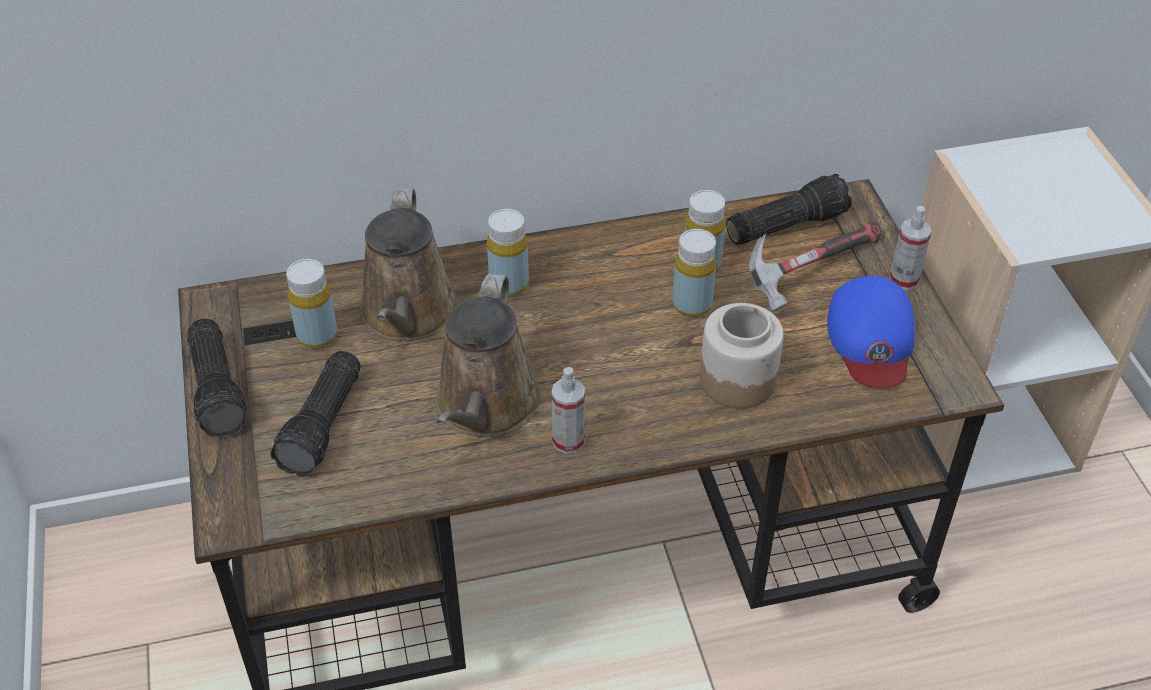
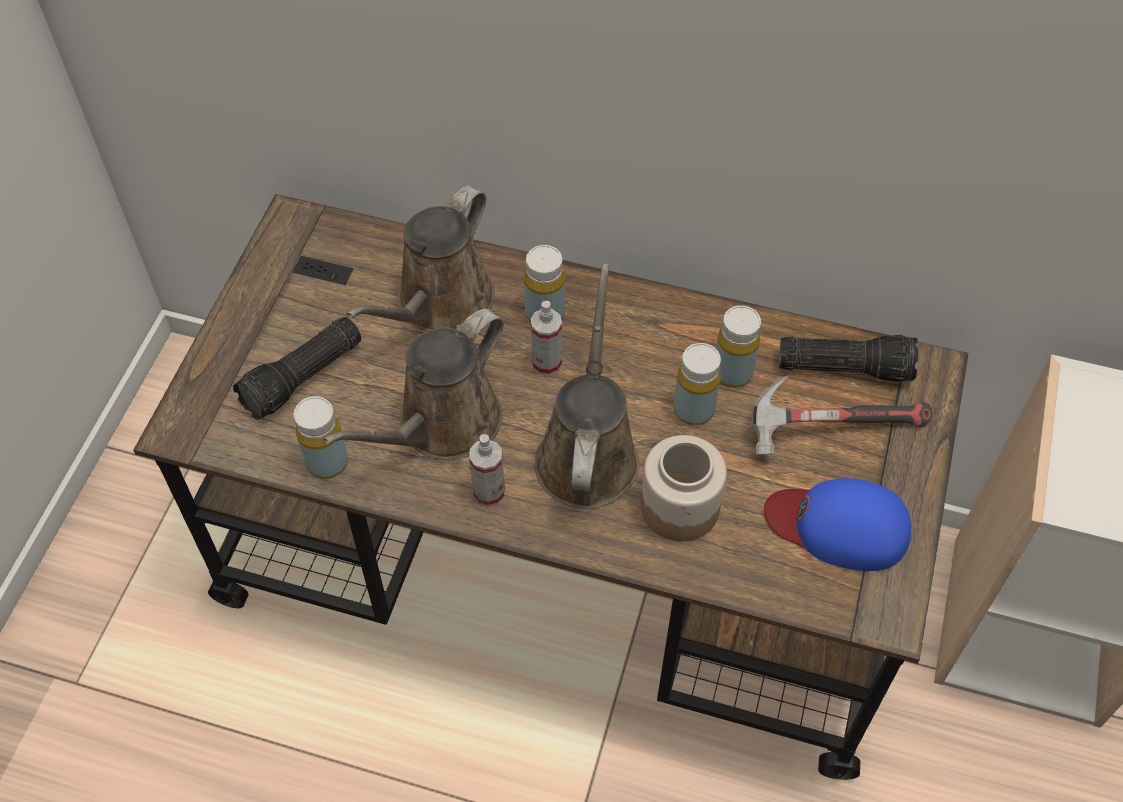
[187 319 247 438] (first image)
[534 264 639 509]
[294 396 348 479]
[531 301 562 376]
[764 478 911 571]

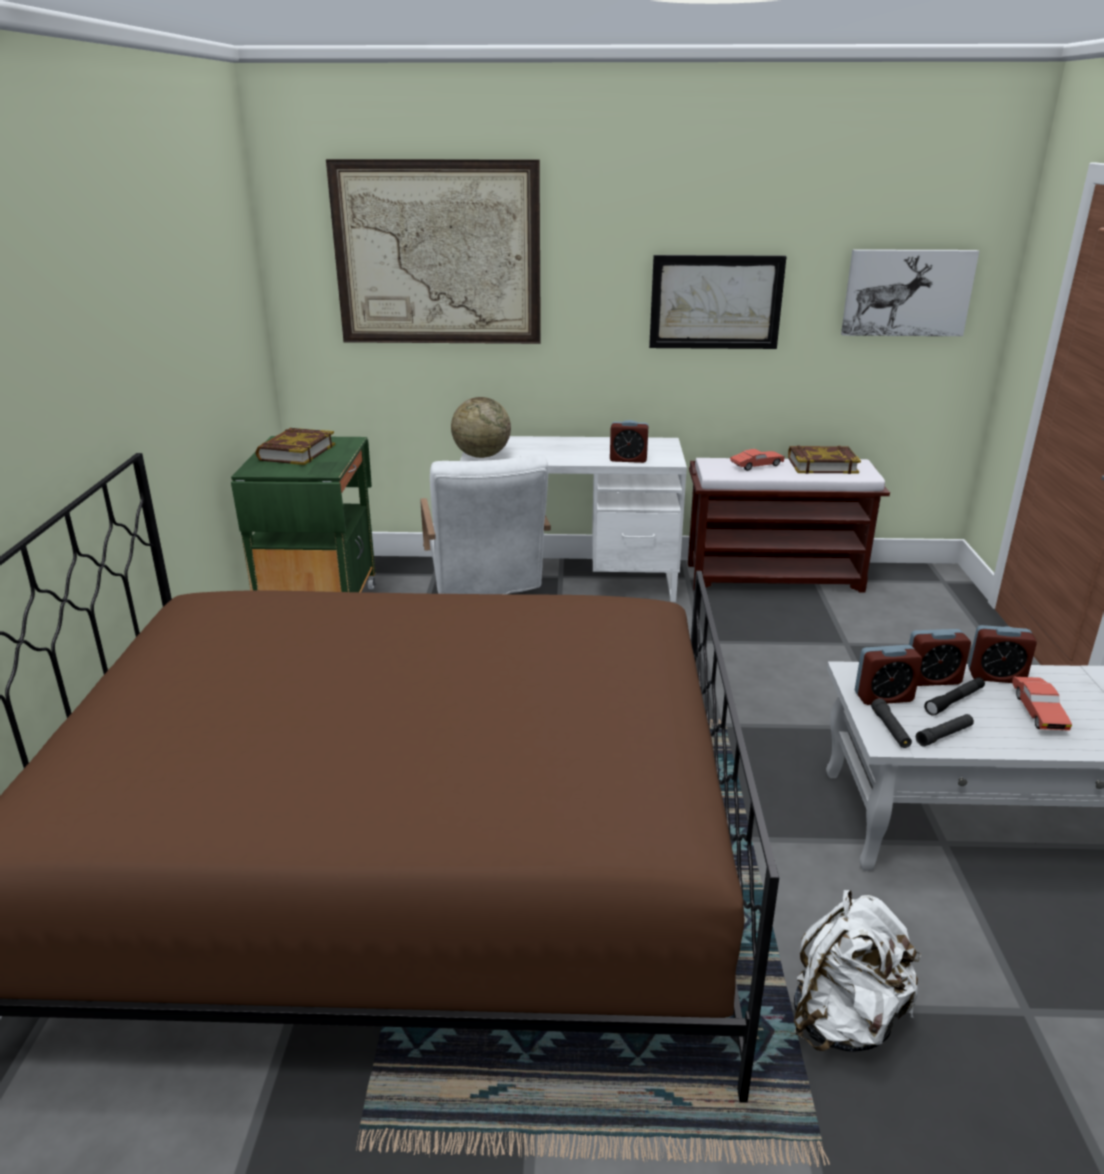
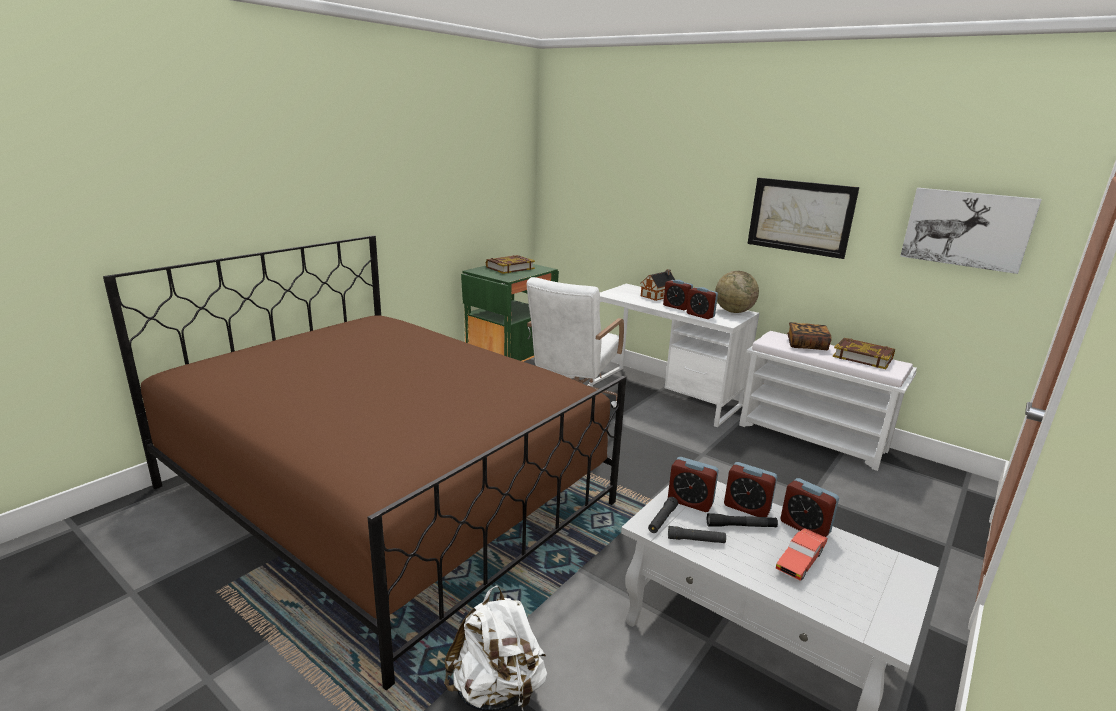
[326 159 541 344] (first image)
[640 269 675 301]
[663 280 693 310]
[715 271 759 313]
[787 322 831 350]
[739 331 917 471]

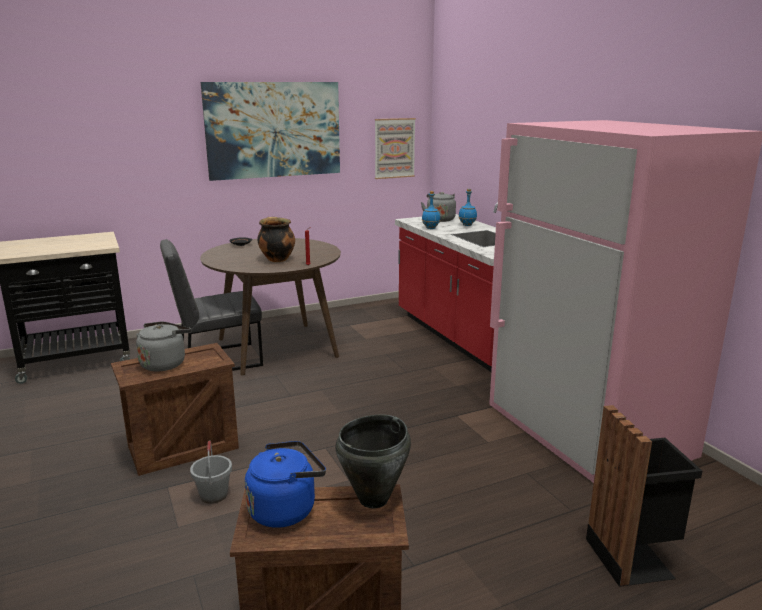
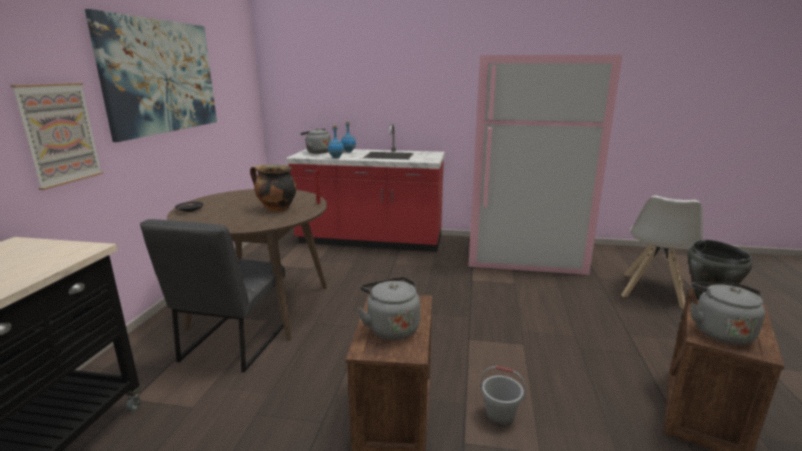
[10 83 103 190]
[621 196 703 309]
[691 282 765 345]

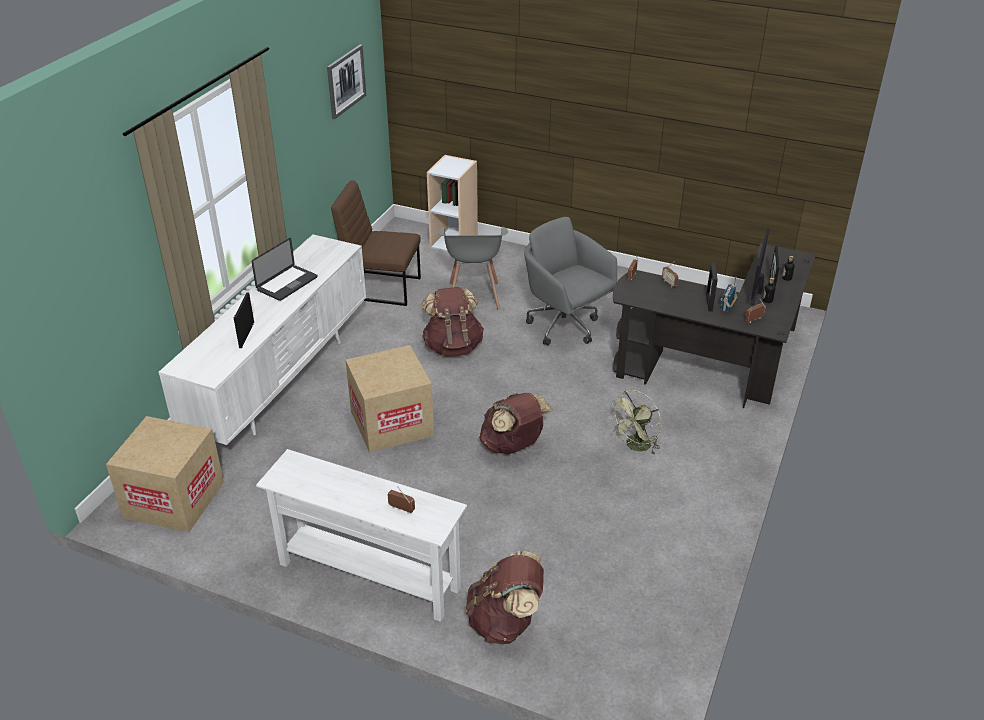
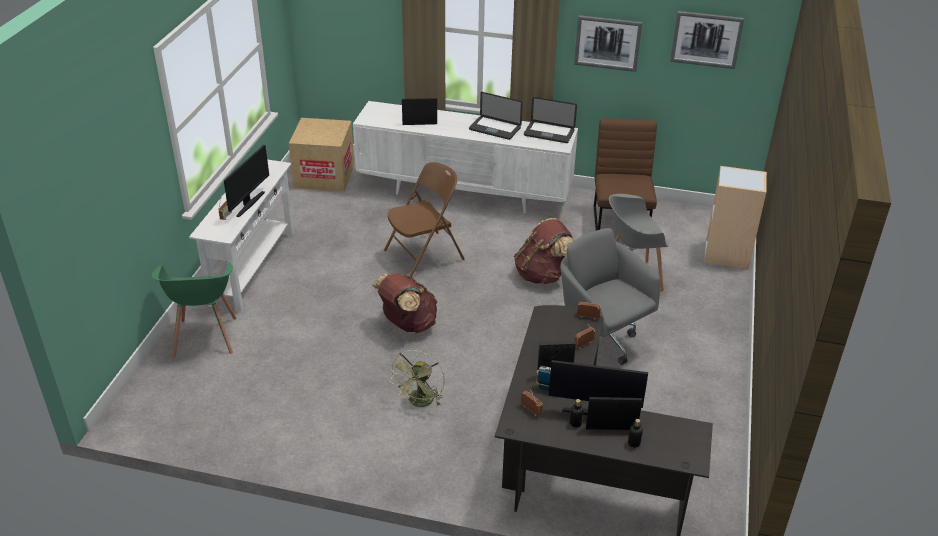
[224 145 269 217]
[524 97 577 143]
[574 15 642 72]
[384 162 465 278]
[152 263 237 357]
[560 228 661 365]
[389 350 445 407]

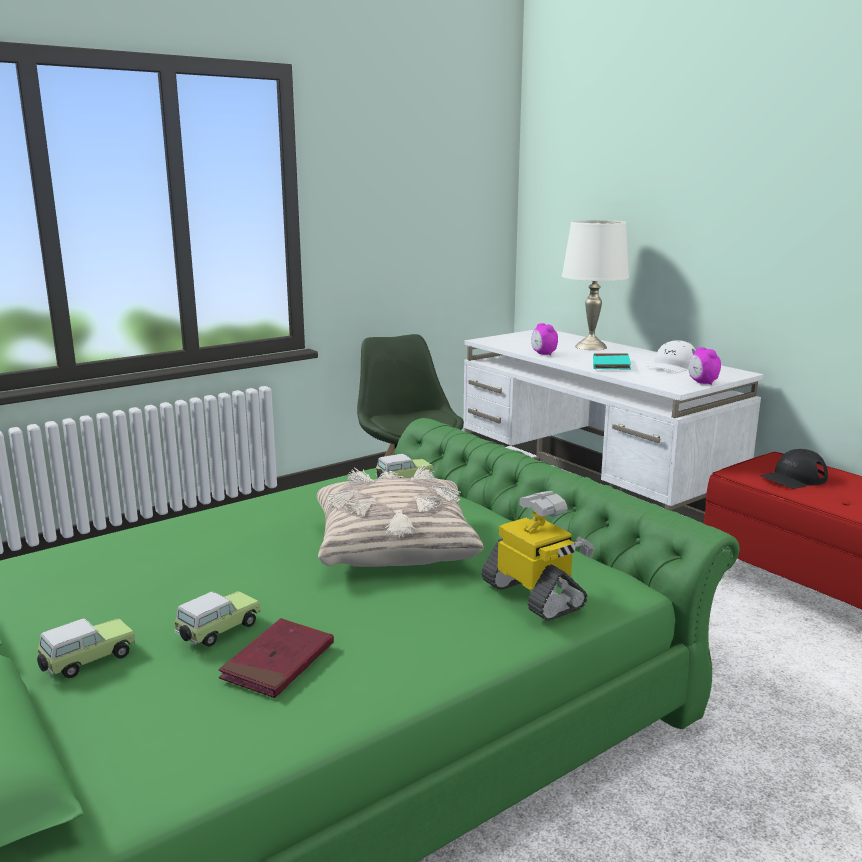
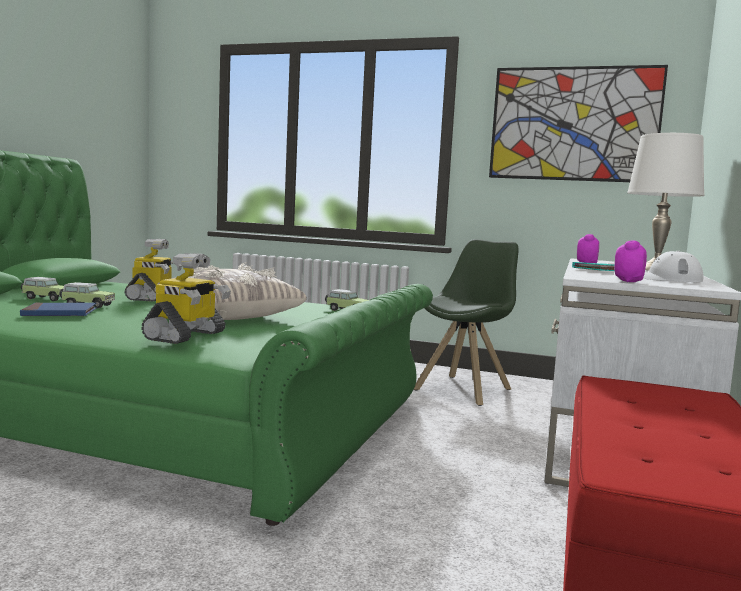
[760 449 828 489] (first image)
[124 239 182 302]
[489 65 668 182]
[20 302 96 316]

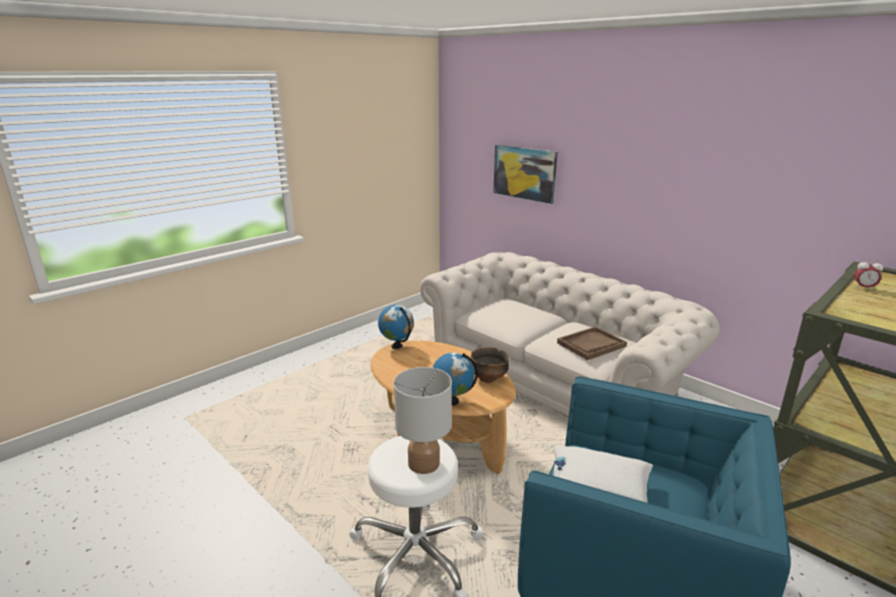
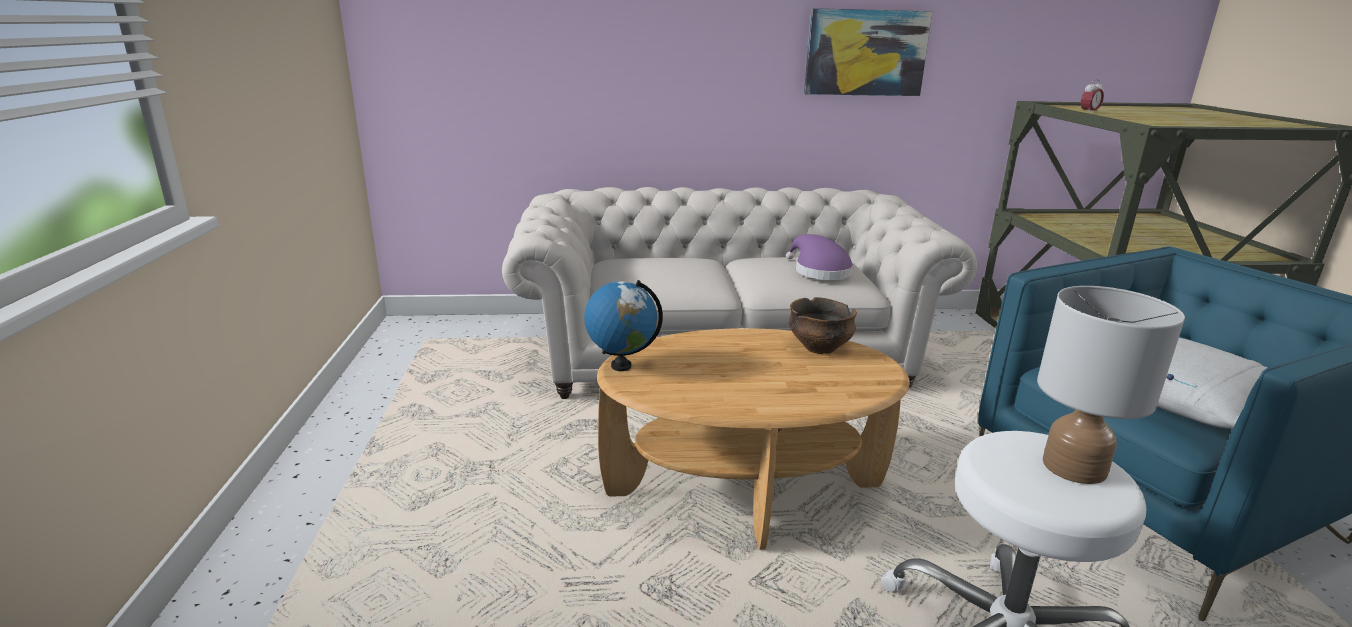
[433 353 478 405] (first image)
[804 8 932 96]
[786 234 854 280]

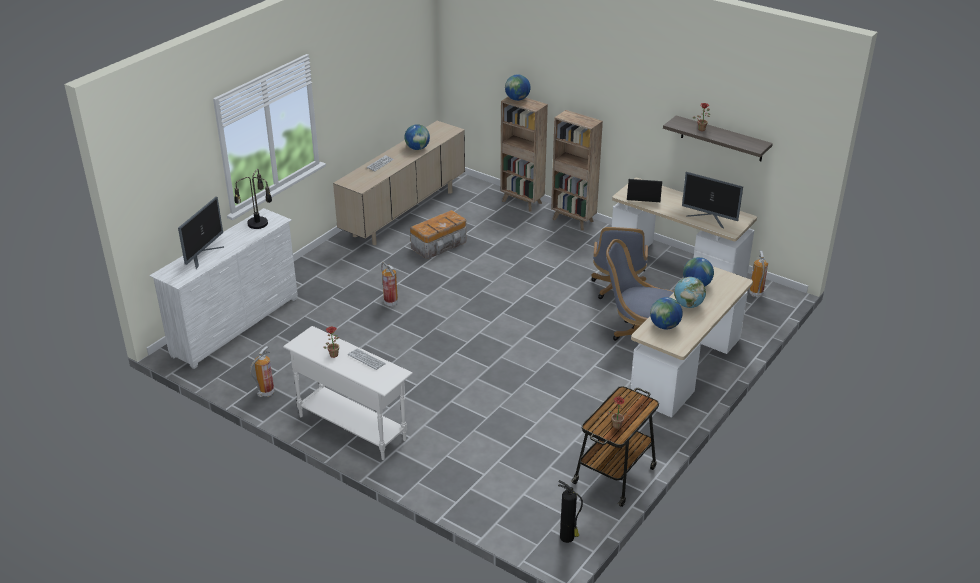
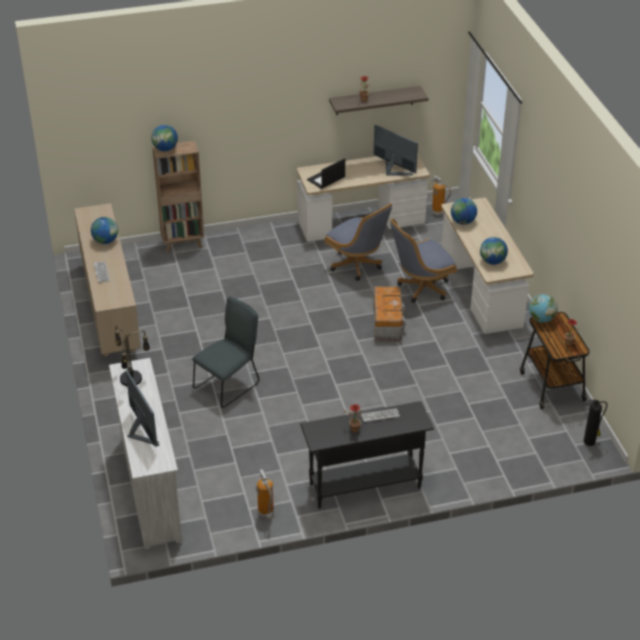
[551 110 603 230] (first image)
[373 287 406 342]
[529 294 558 323]
[192 297 259 408]
[300 401 434 509]
[373 125 418 175]

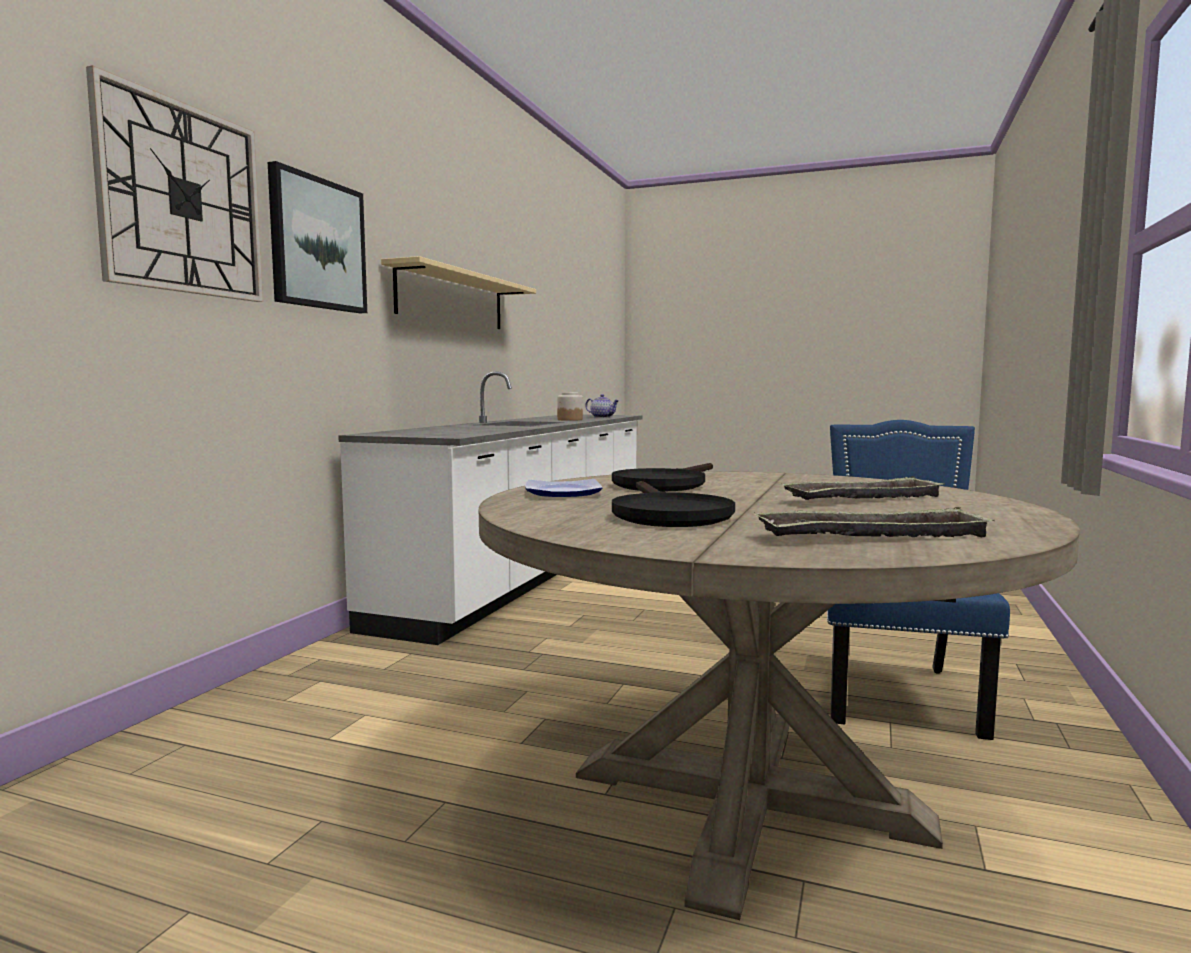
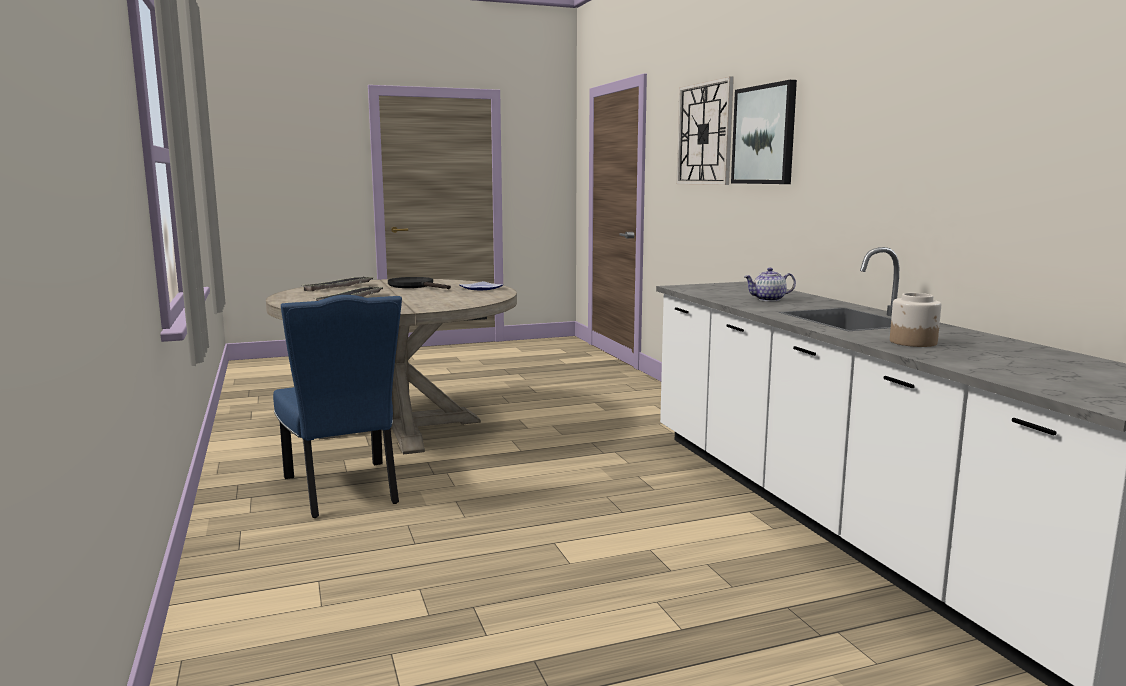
[381 256 536 329] (first image)
[612 463 713 492] (first image)
[744 268 796 301]

